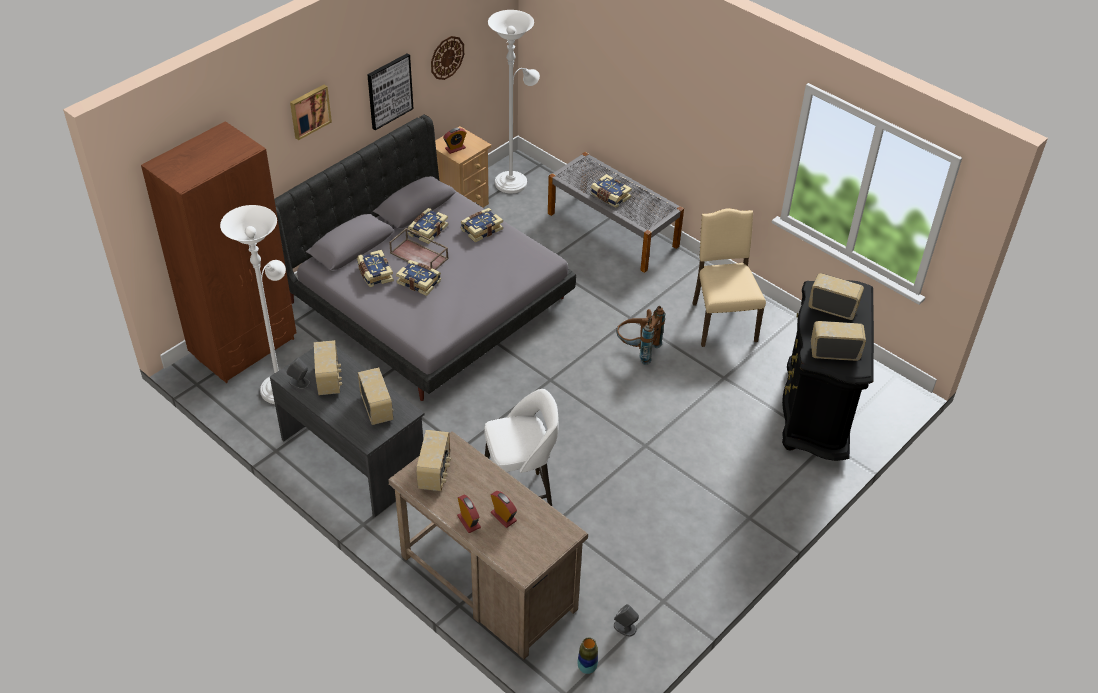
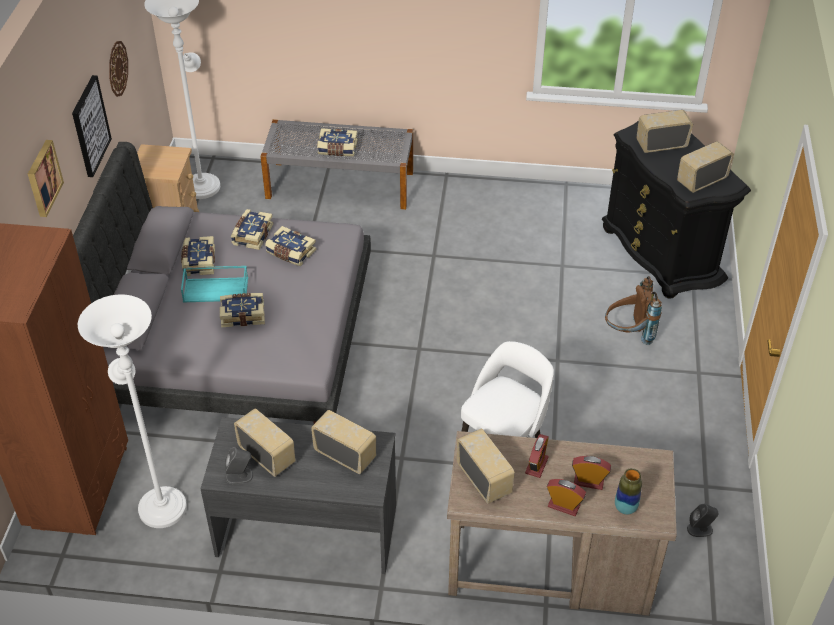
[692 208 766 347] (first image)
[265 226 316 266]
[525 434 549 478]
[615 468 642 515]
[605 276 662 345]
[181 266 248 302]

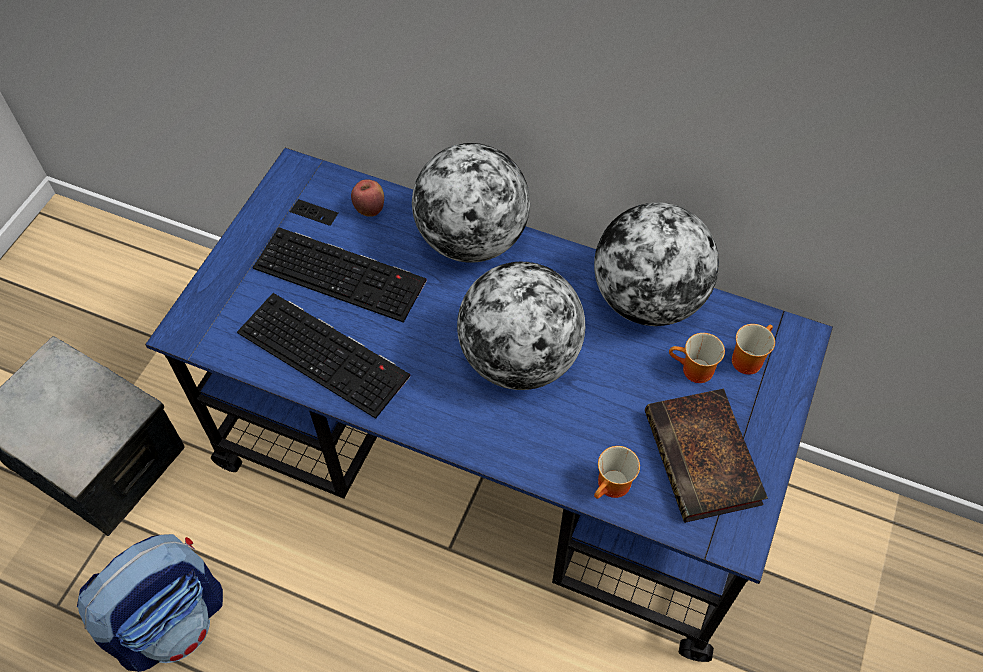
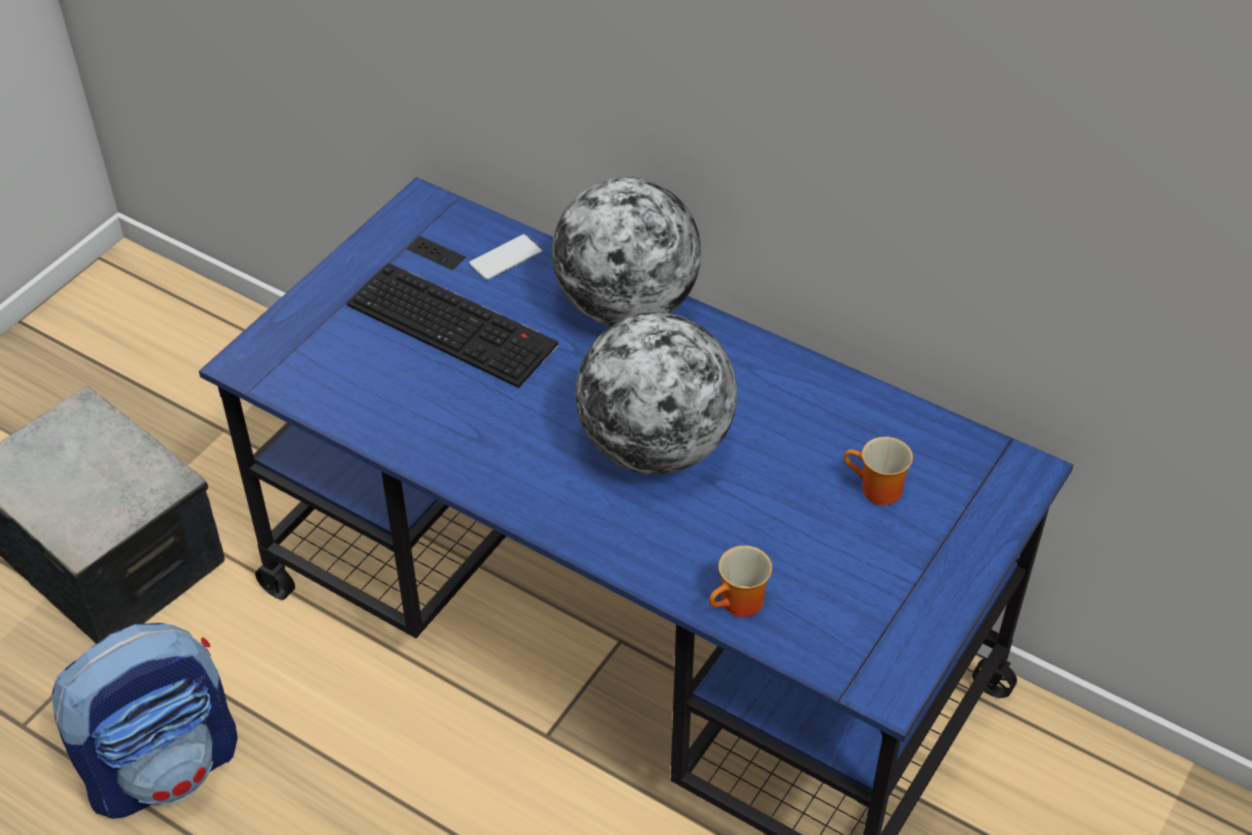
[237 293 410 419] (first image)
[594 202 719 326] (first image)
[645 389 768 523] (first image)
[732 324 775 375] (first image)
[469 234 543 280]

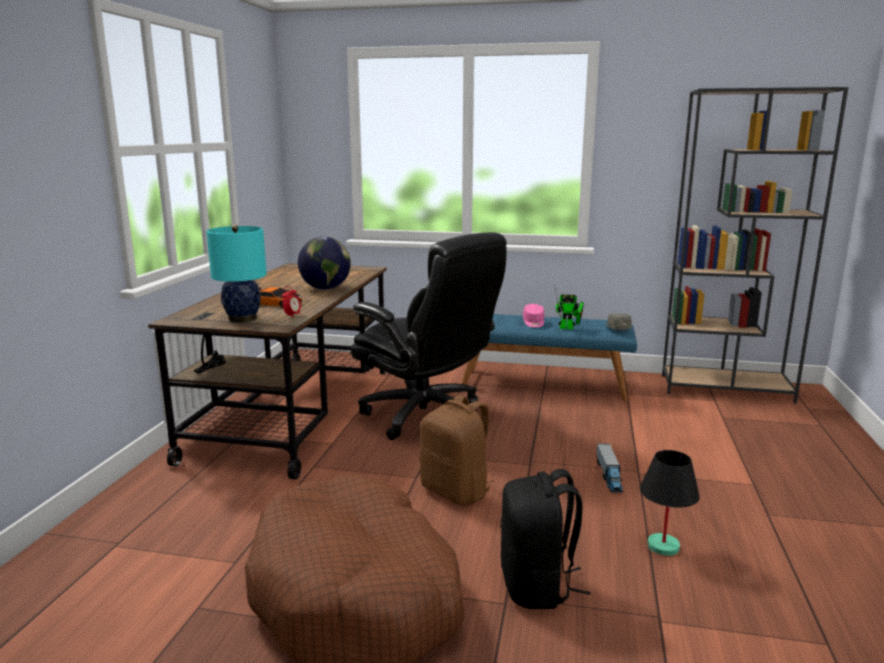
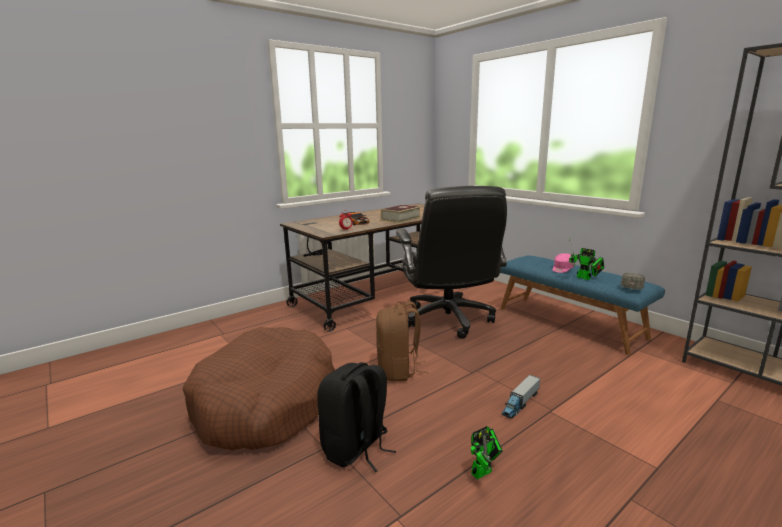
[206 225 267 322] (first image)
[381 205 421 223]
[471 426 503 480]

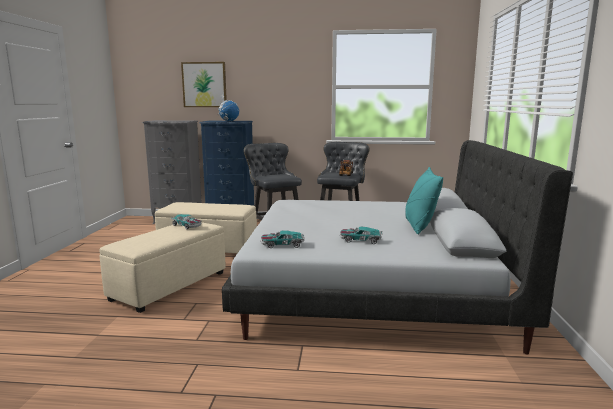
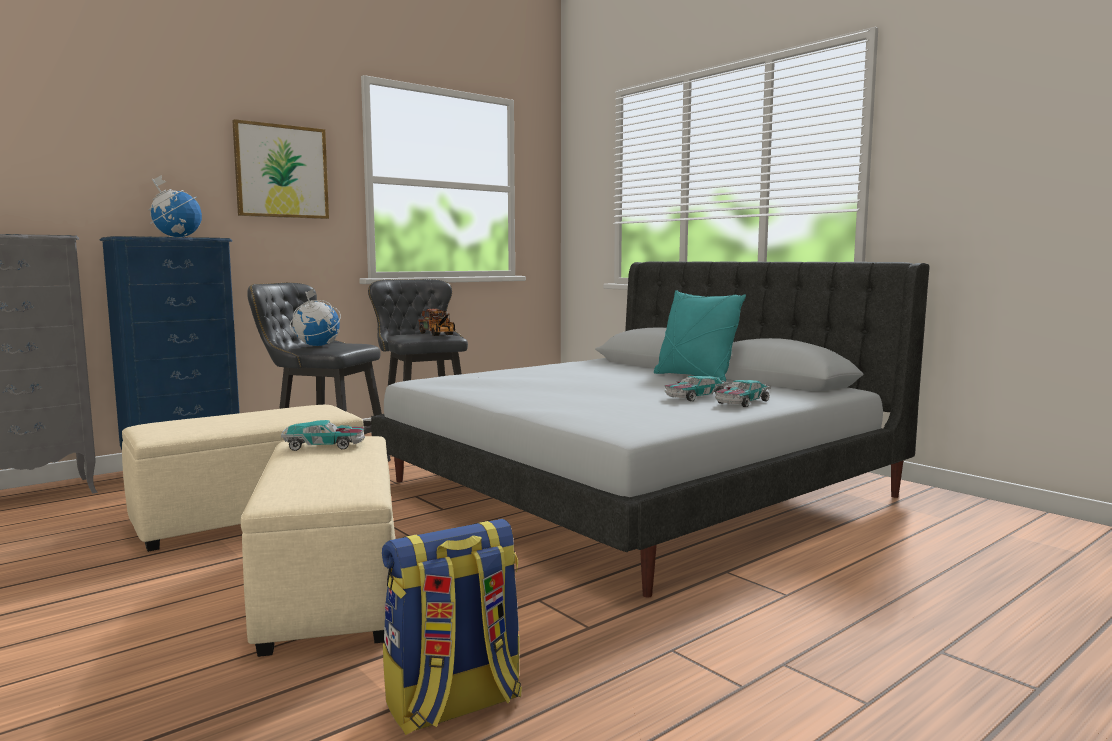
[290 288 341 346]
[382 519 522 735]
[232 119 329 219]
[715 380 771 407]

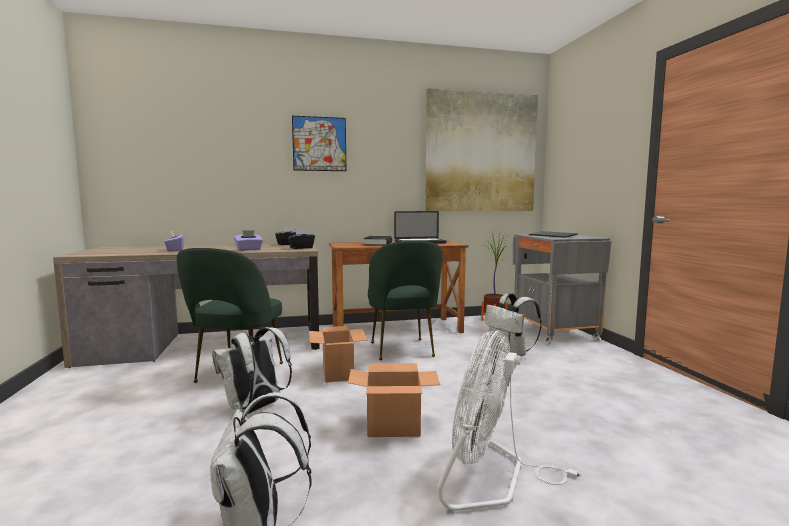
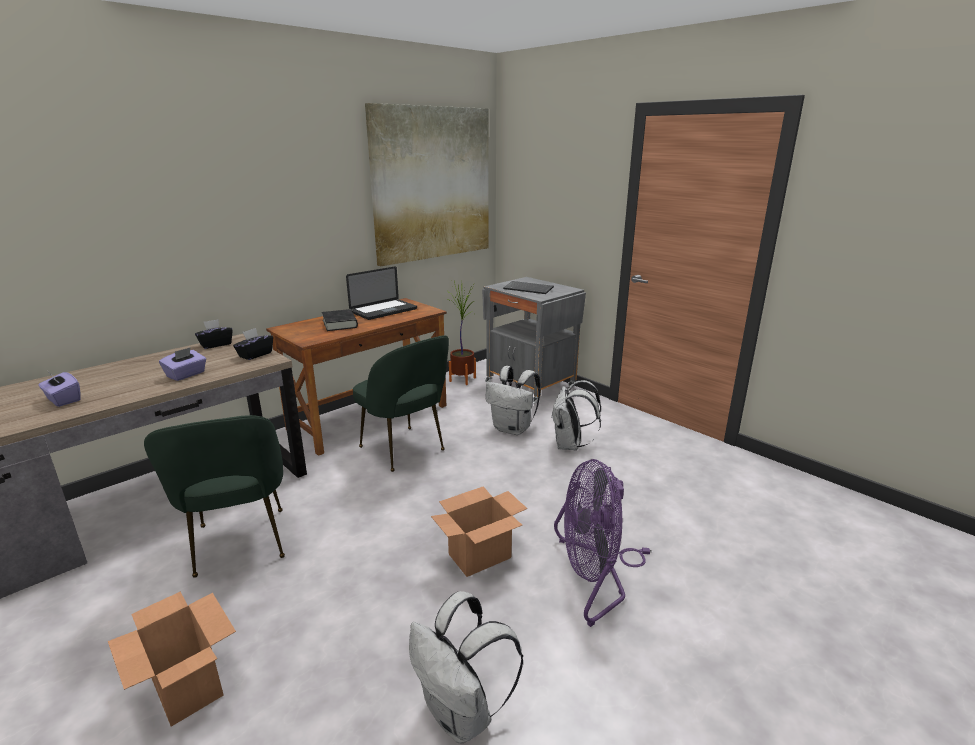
[292 116 346 171] (first image)
[551 380 601 451]
[108 592 236 727]
[554 459 652 627]

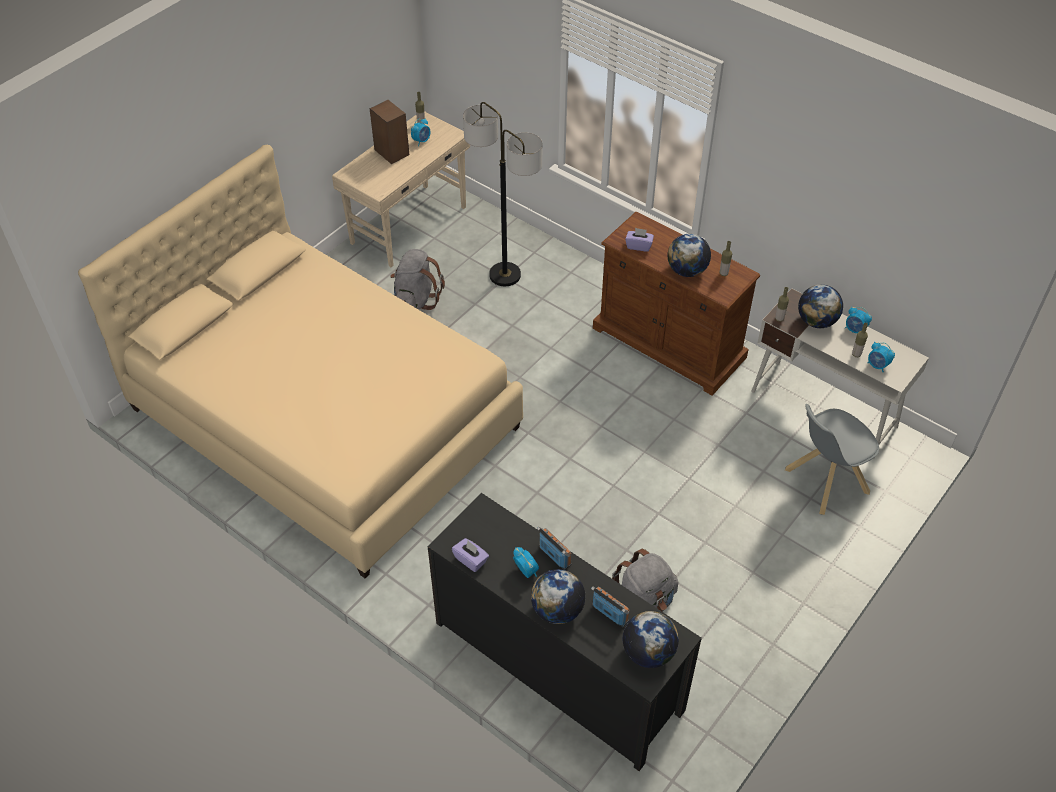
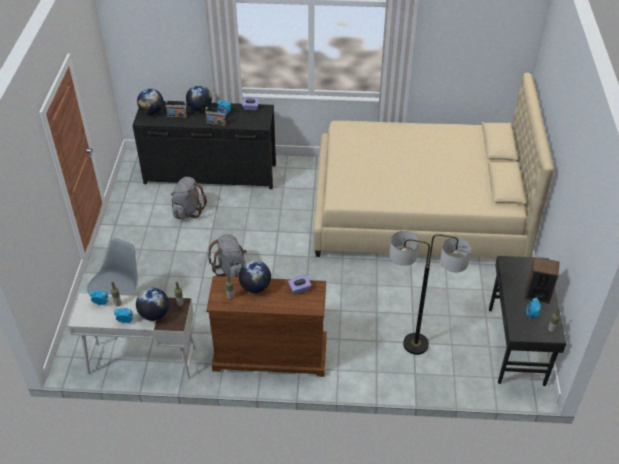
[208 234 247 277]
[489 256 566 386]

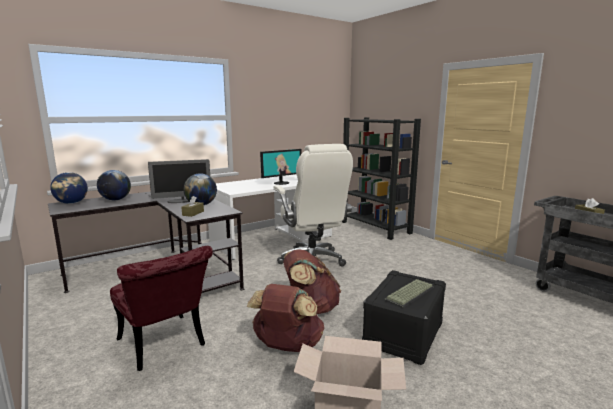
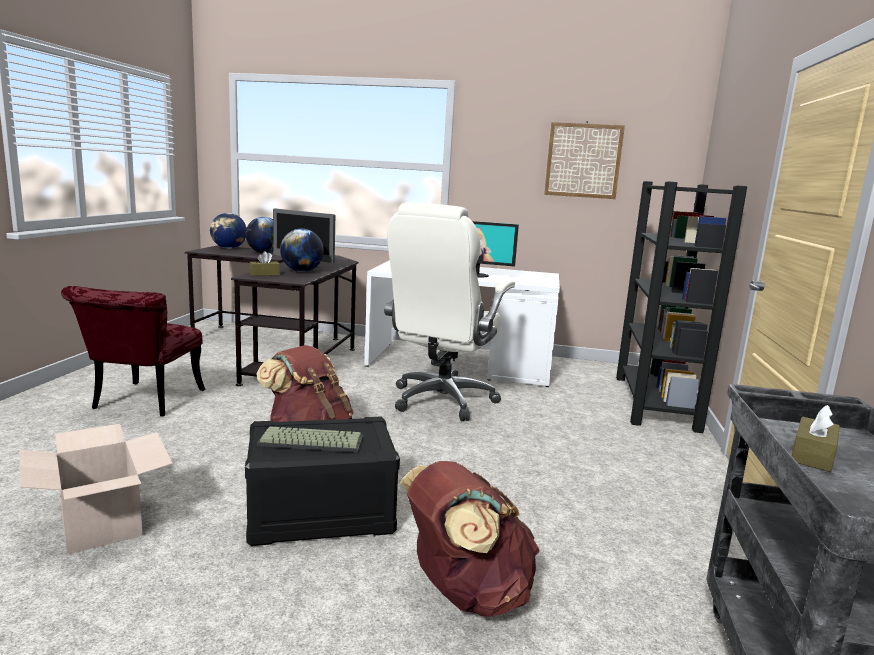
[544 121 625 199]
[400 461 540 617]

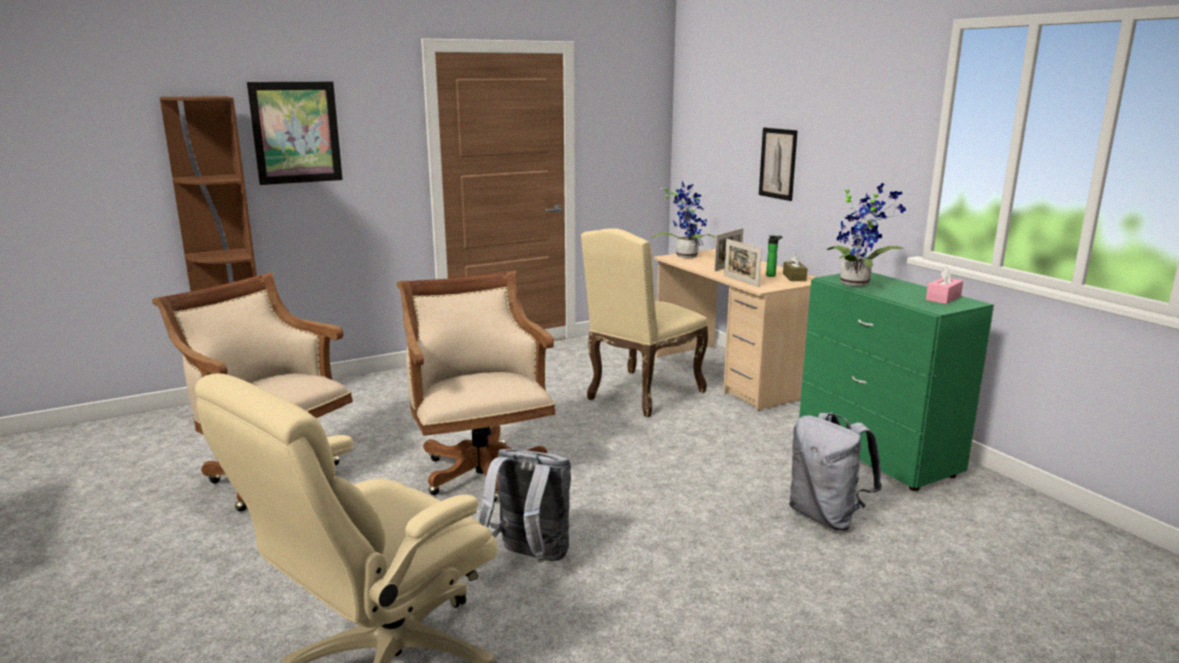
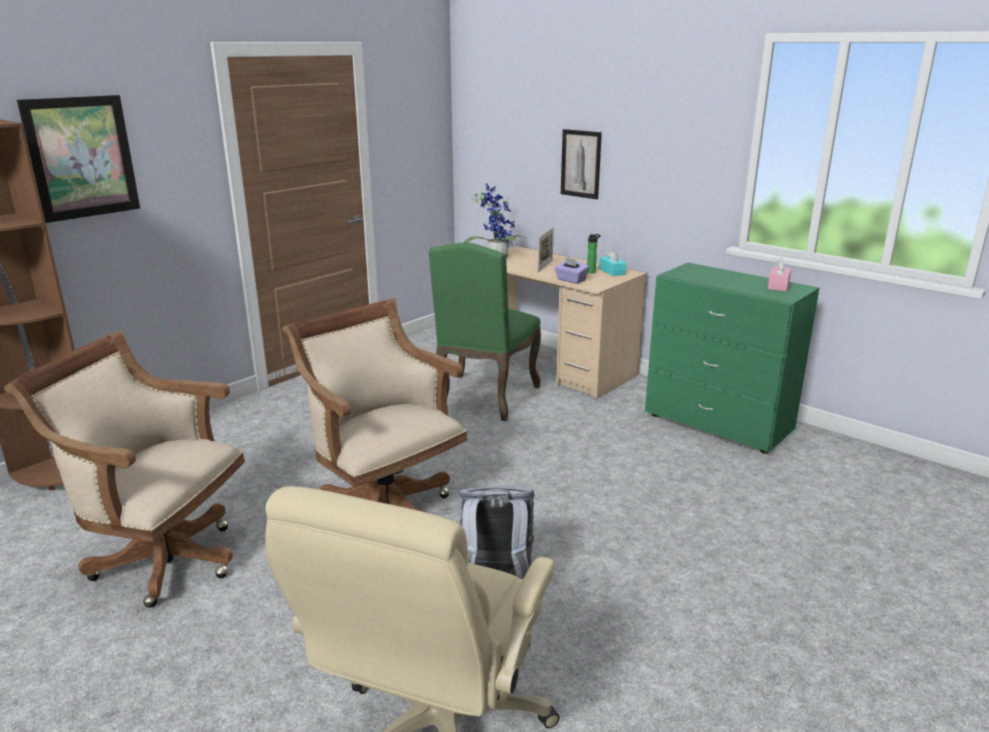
[789 413 882 531] (first image)
[827 183 906 286] (first image)
[555 257 589 284]
[428 242 541 421]
[599 248 627 276]

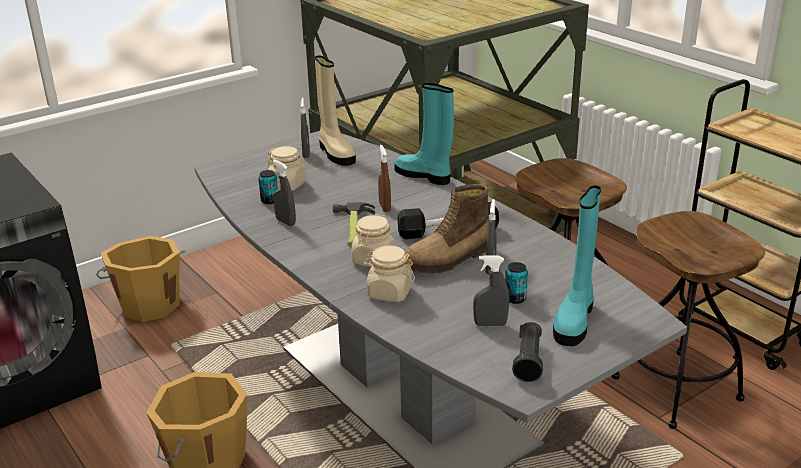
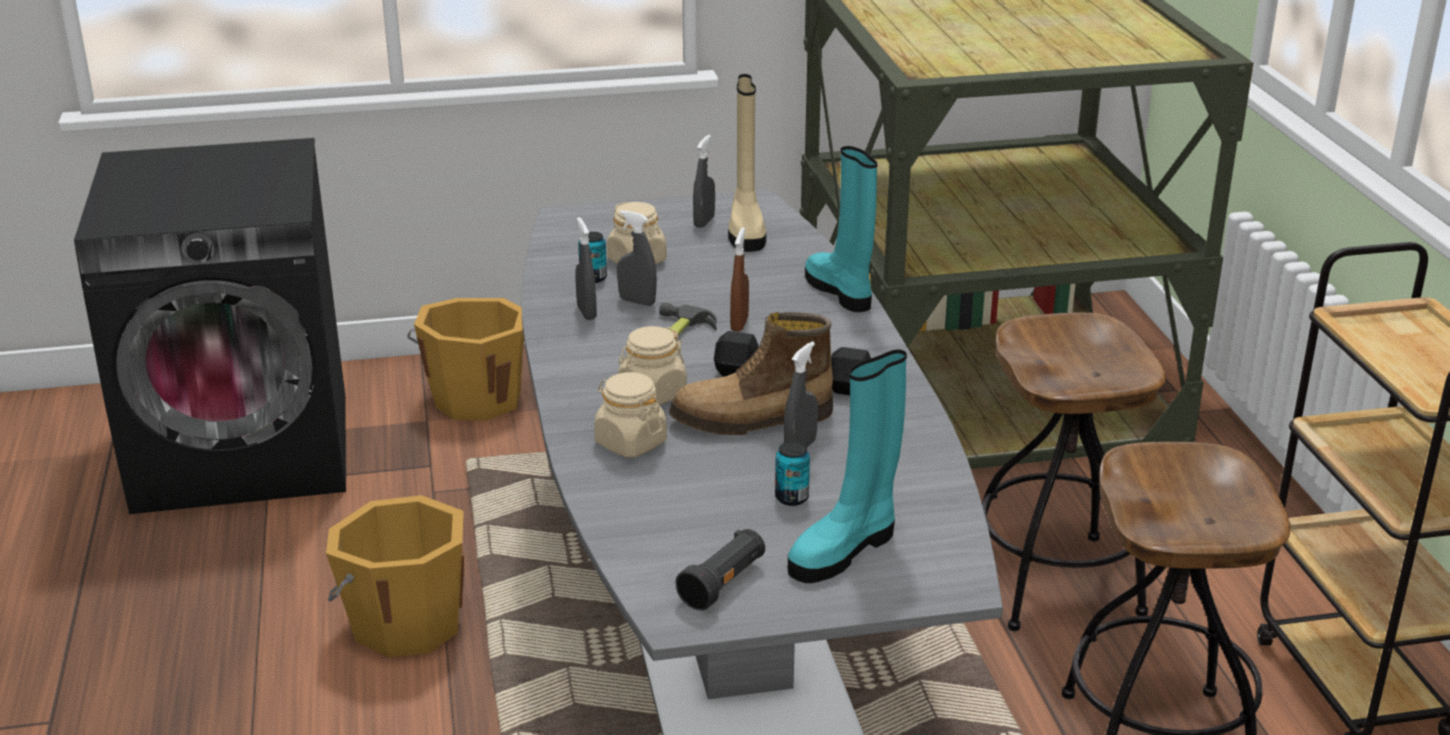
[617 210 657 306]

